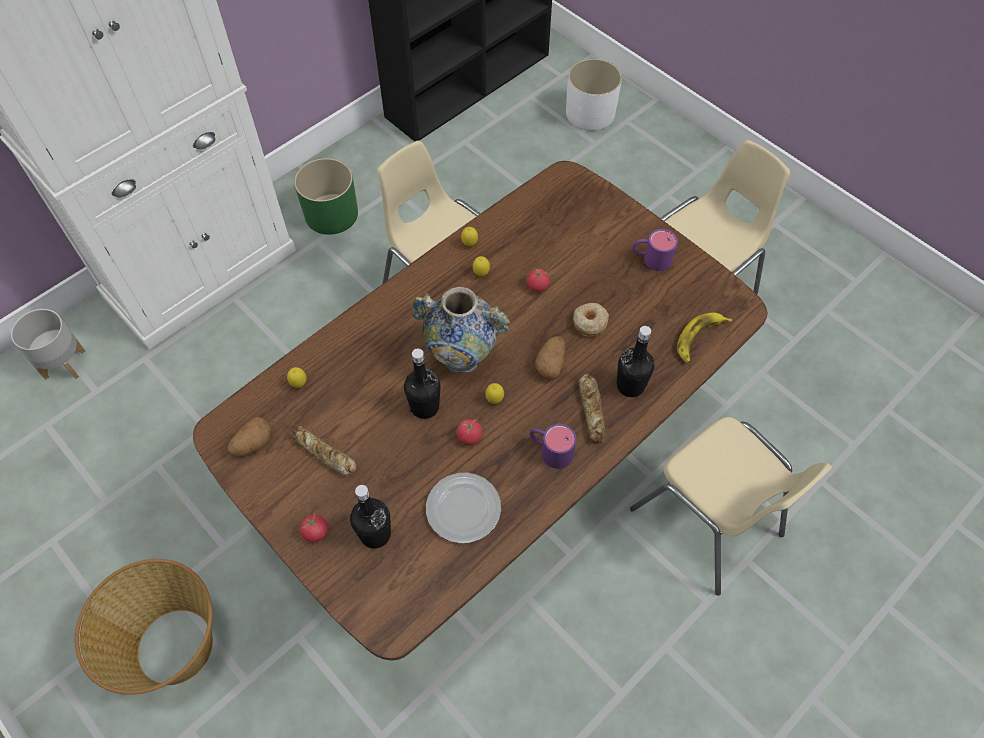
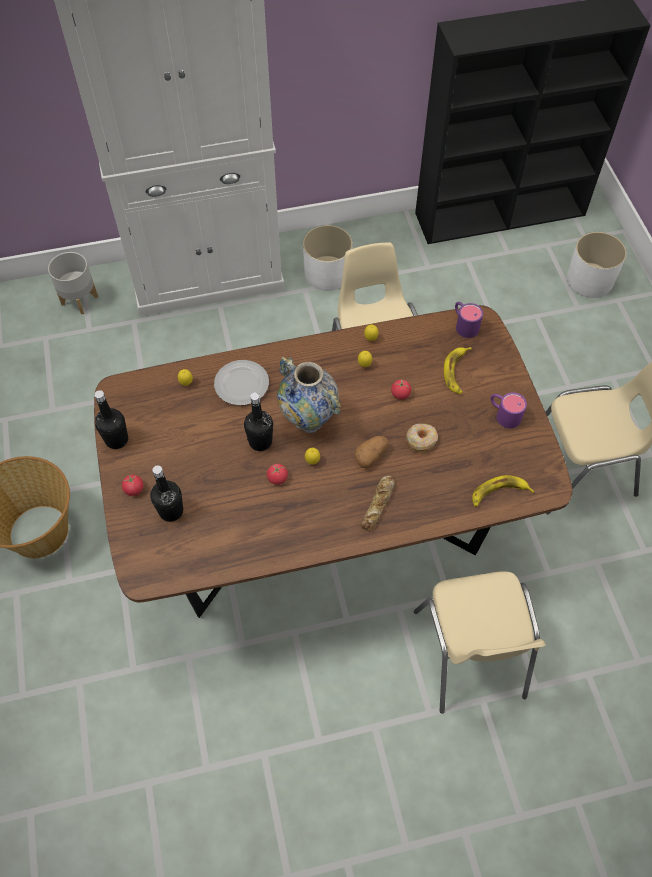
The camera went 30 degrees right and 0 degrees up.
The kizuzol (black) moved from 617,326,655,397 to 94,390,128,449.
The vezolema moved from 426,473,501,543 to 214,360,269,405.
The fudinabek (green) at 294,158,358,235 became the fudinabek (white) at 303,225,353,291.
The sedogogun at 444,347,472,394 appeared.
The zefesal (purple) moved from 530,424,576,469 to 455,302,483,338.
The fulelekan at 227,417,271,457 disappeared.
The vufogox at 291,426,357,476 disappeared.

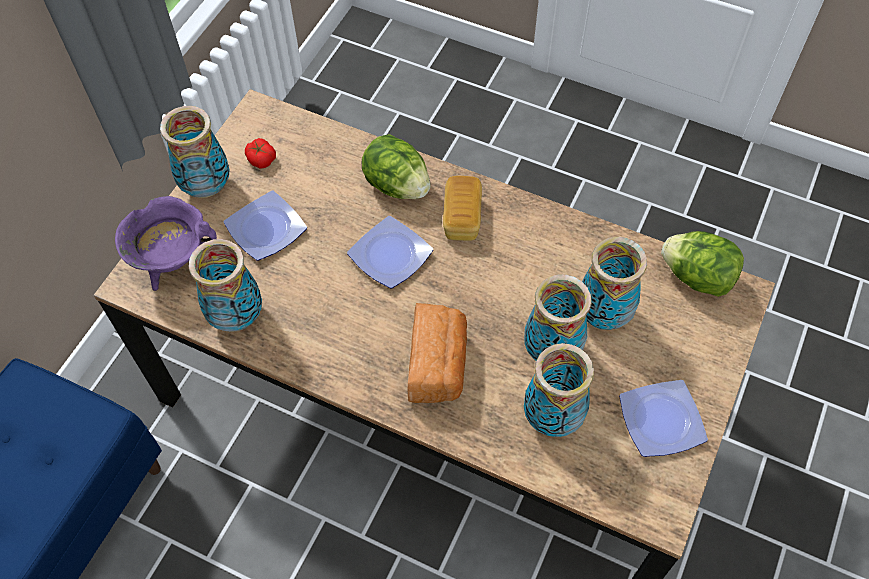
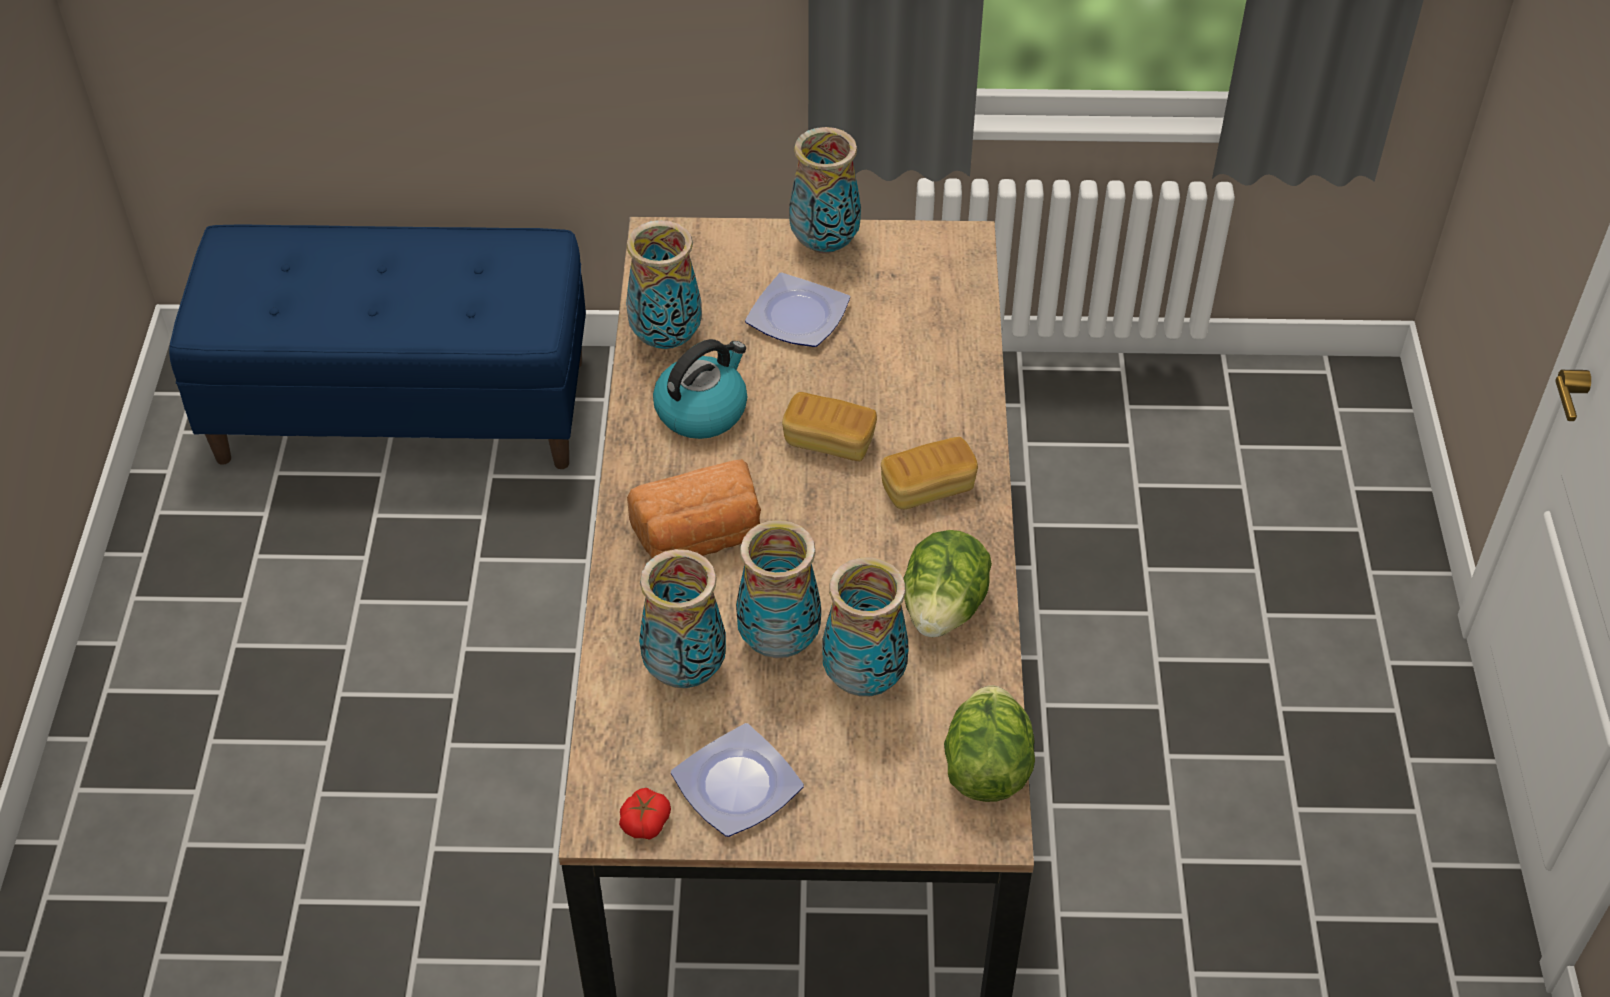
The camera went 65 degrees right and 10 degrees down.
The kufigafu moved from 245,138,276,169 to 619,788,671,839.
The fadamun at 653,339,747,439 appeared.
The vezolema at 347,216,433,288 was replaced by the vufogox at 782,392,877,461.
The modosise moved from 362,134,430,199 to 903,530,992,637.
The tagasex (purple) at 115,196,217,291 disappeared.

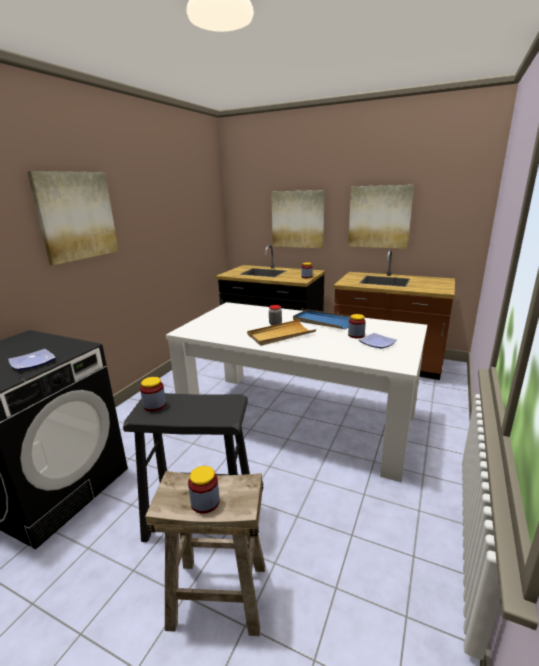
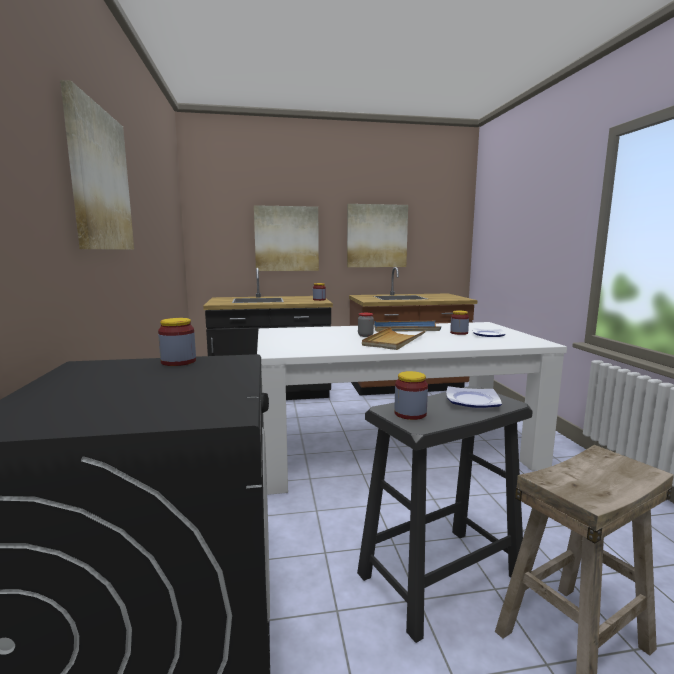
The camera went 35 degrees left and 10 degrees down.
The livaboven moved from 188,466,220,514 to 158,318,196,366.
The vezolema moved from 8,349,56,370 to 446,386,502,408.

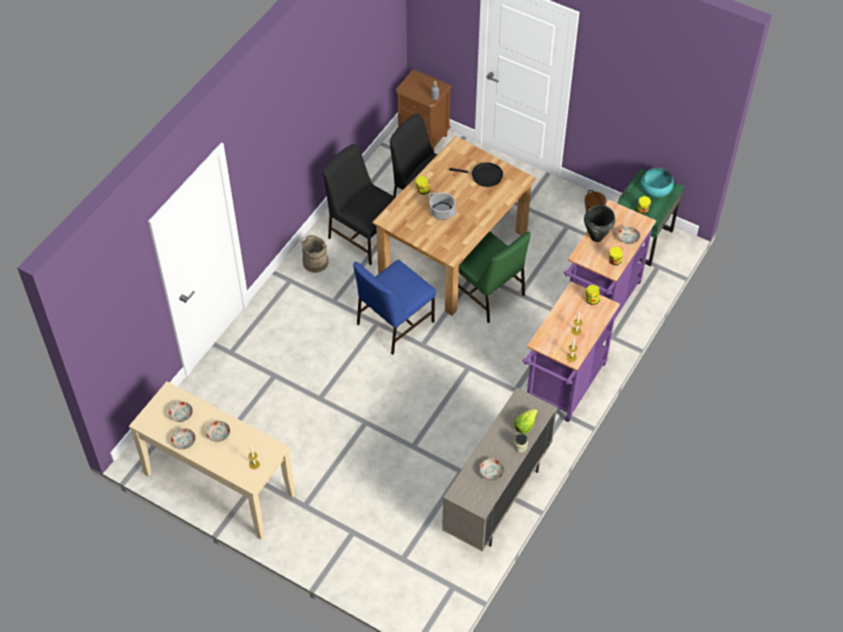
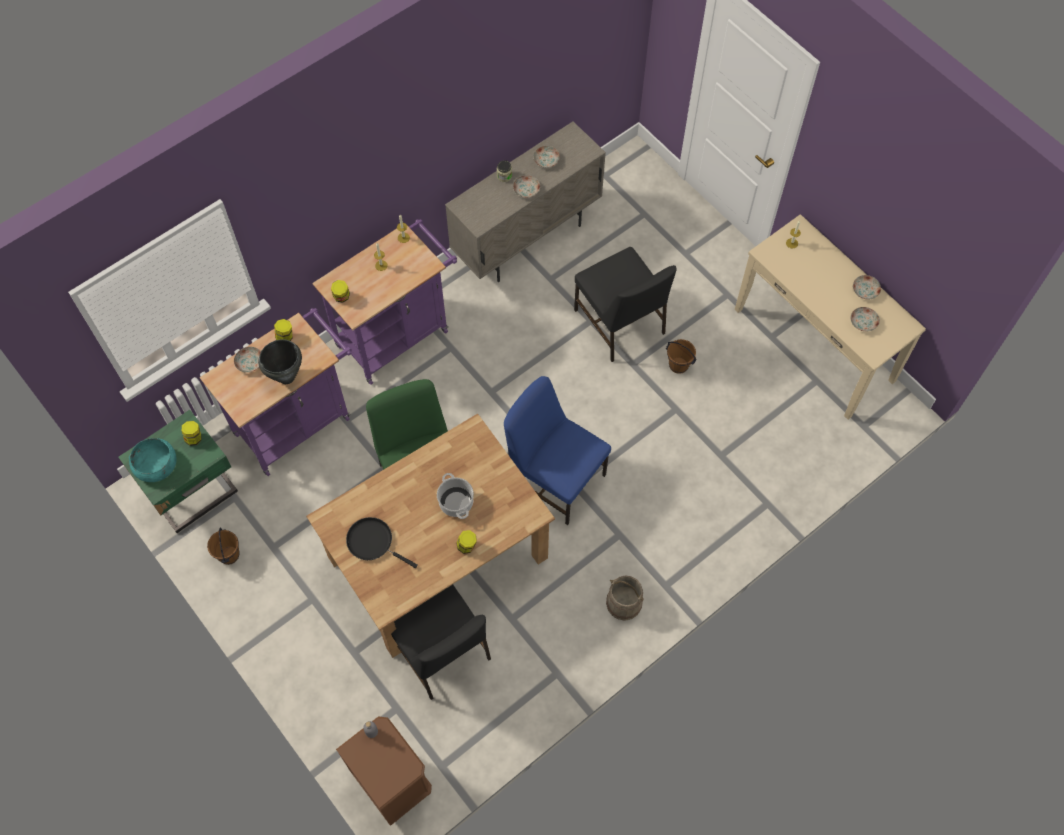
The camera went 160 degrees left and 10 degrees up.
The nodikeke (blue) at 353,260,436,355 turned 120 degrees counterclockwise.
The vezolema moved from 206,421,230,442 to 513,175,540,198.
The nodikeke (black) moved from 323,144,396,265 to 574,247,677,362.
The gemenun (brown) at 666,339,697,374 appeared.
The modosise at 514,409,538,434 disappeared.

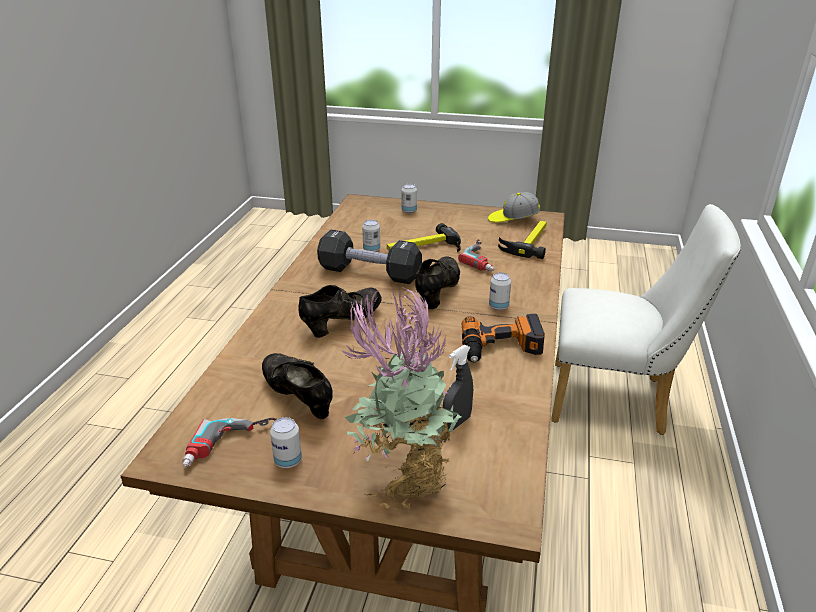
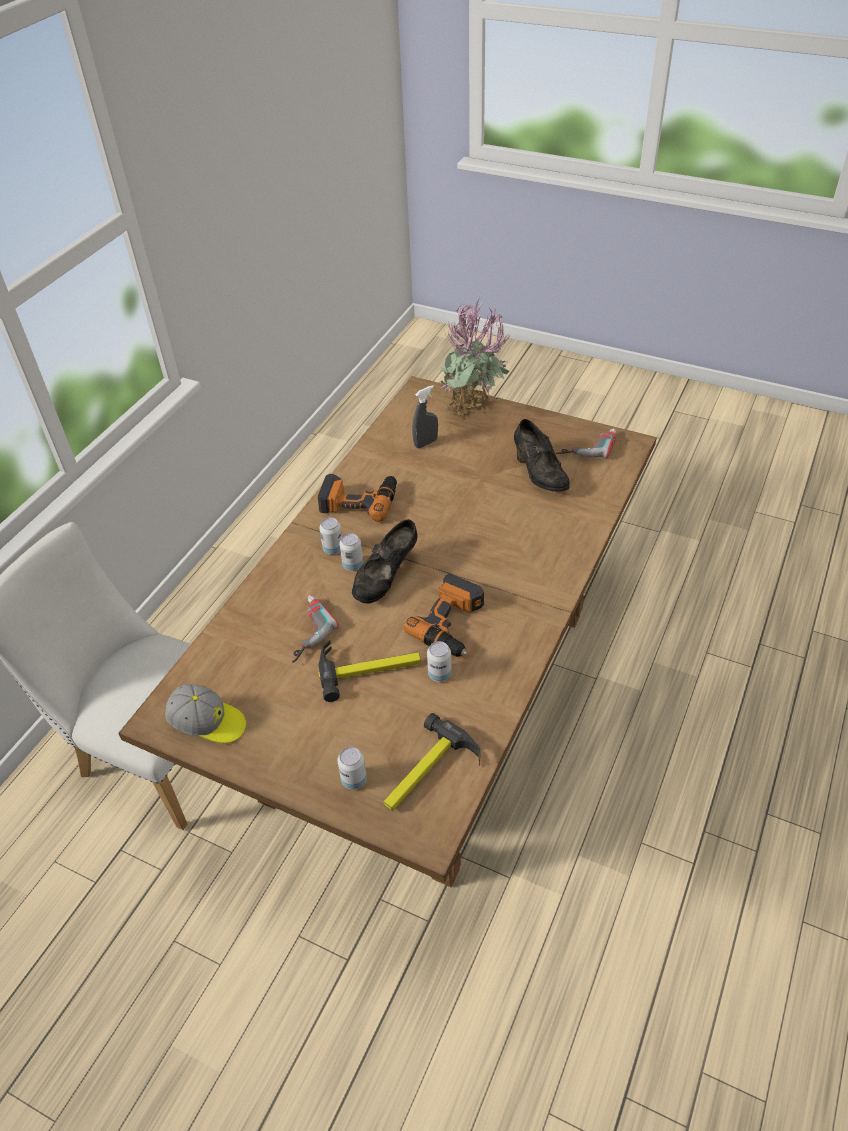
The camera went 165 degrees left and 15 degrees up.
The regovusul moved from 270,417,302,468 to 339,533,363,571.
The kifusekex moved from 498,221,547,259 to 384,713,480,811.
The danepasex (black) at 317,230,422,284 was replaced by the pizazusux at 404,574,484,657.
The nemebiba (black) at 298,285,382,338 disappeared.

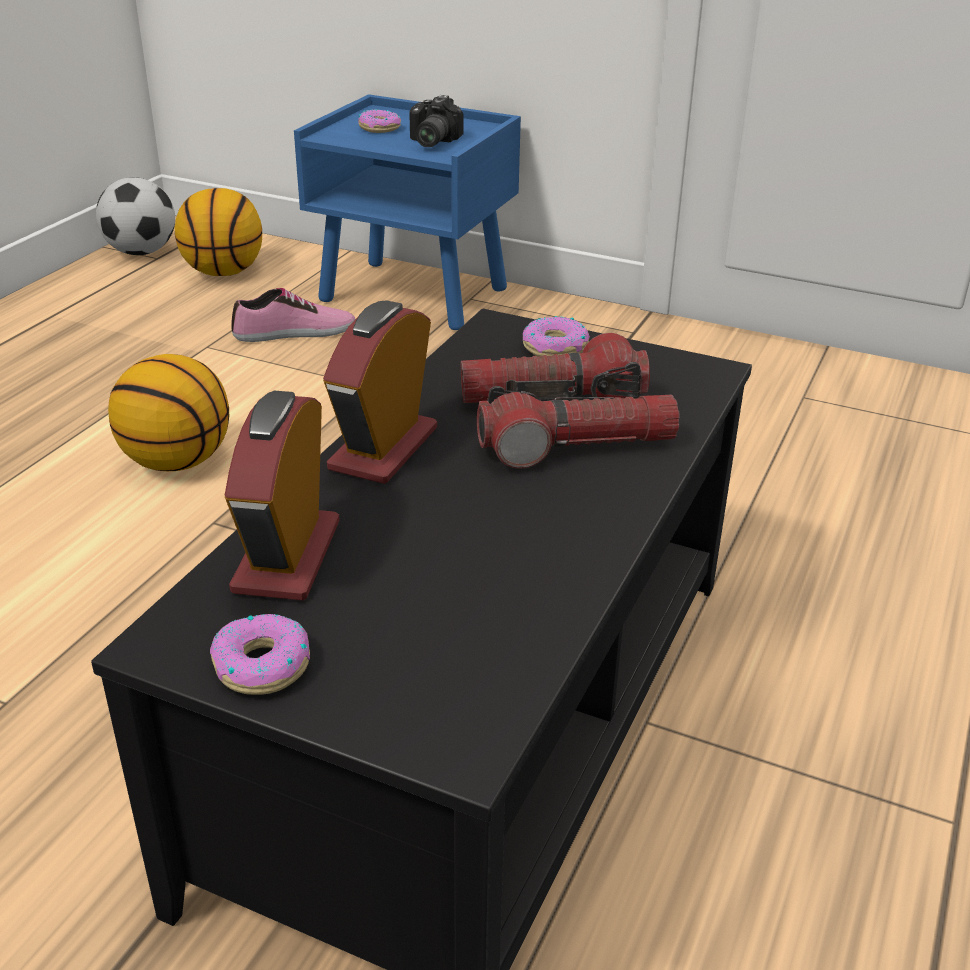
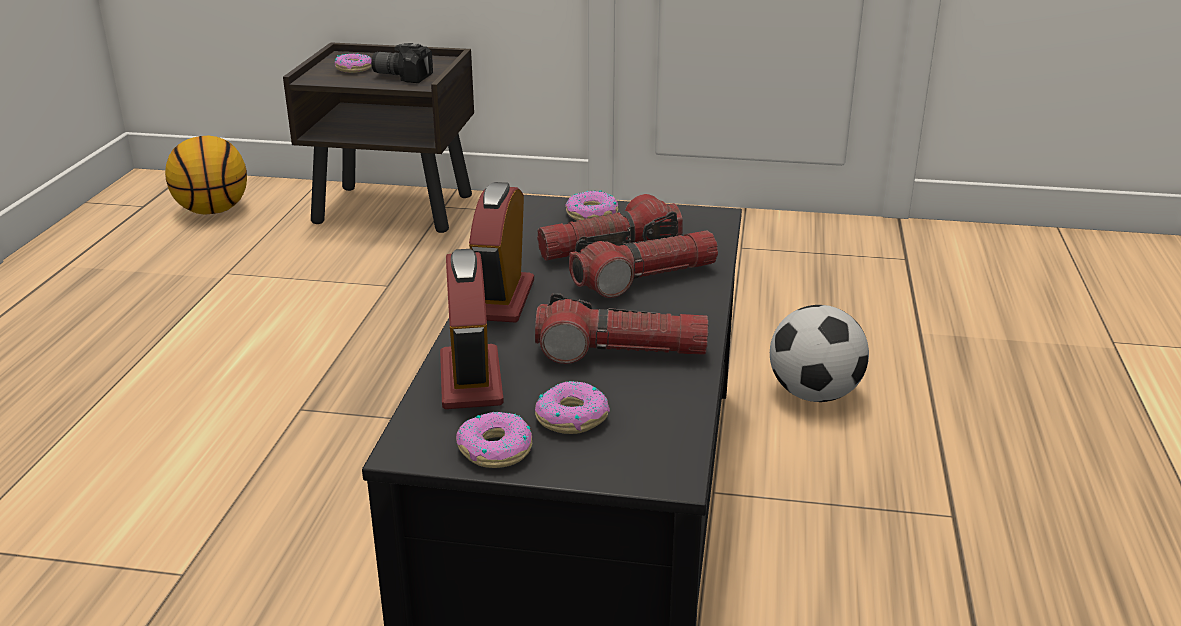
The camera went 15 degrees left and 5 degrees down.
The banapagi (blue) at 294,94,521,330 became the banapagi (brown) at 283,42,474,233.
The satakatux at 409,95,464,147 turned 105 degrees clockwise.
The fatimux at 535,293,708,364 appeared.
The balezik at 535,381,610,434 appeared.
The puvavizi moved from 96,177,175,255 to 770,305,869,402.
The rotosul at 108,354,229,471 disappeared.
The nemebiba at 231,288,355,342 disappeared.

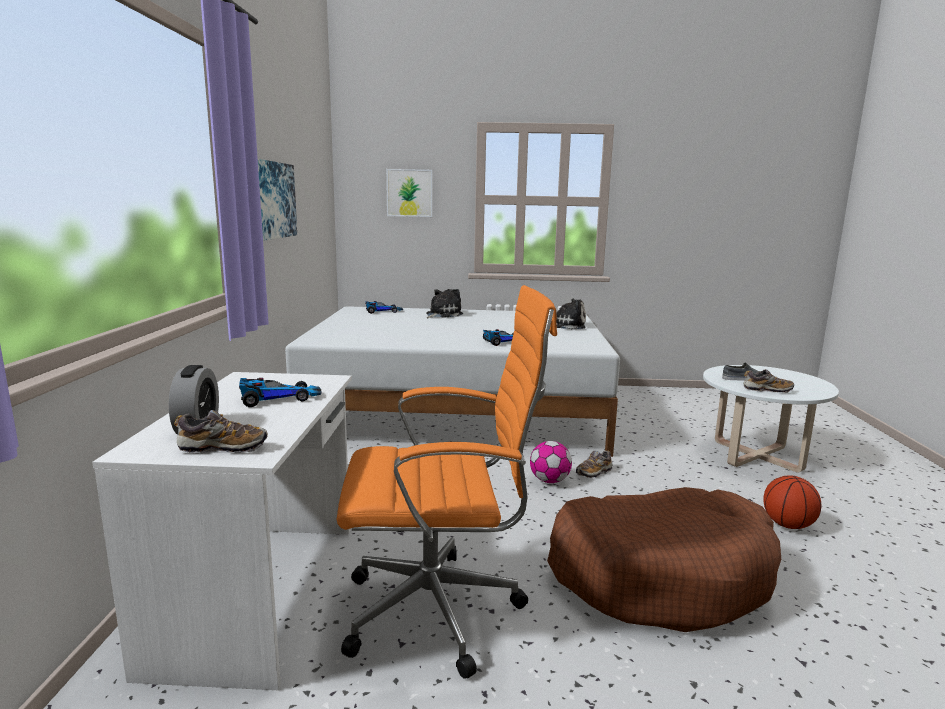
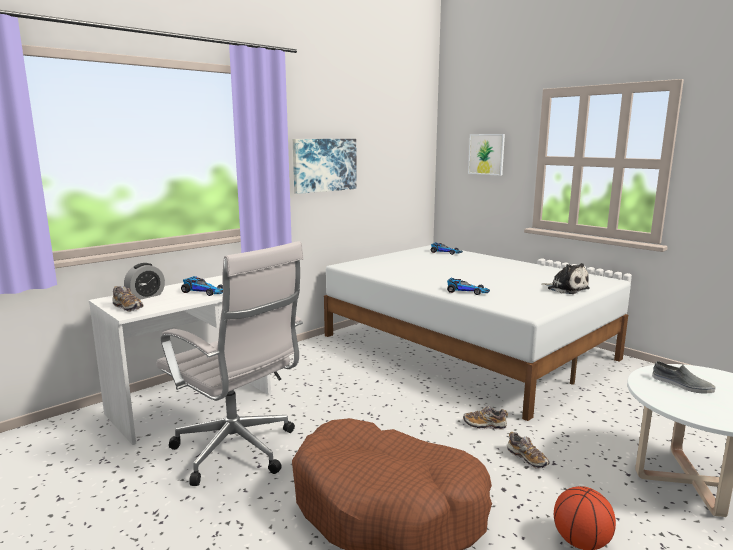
The camera went 45 degrees right and 0 degrees up.
The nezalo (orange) at 337,285,557,679 became the nezalo (white) at 156,241,304,486.
The nemebiba moved from 743,369,794,393 to 507,432,549,469.
The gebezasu at 426,289,463,318 disappeared.
The puvavizi at 530,441,572,483 disappeared.

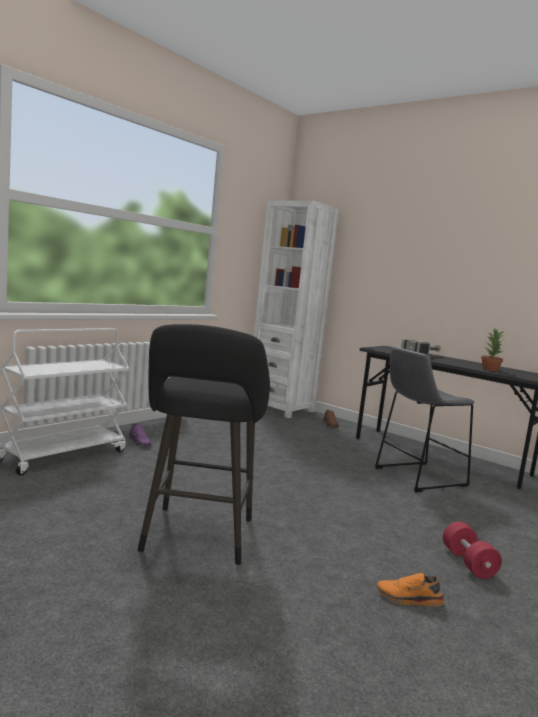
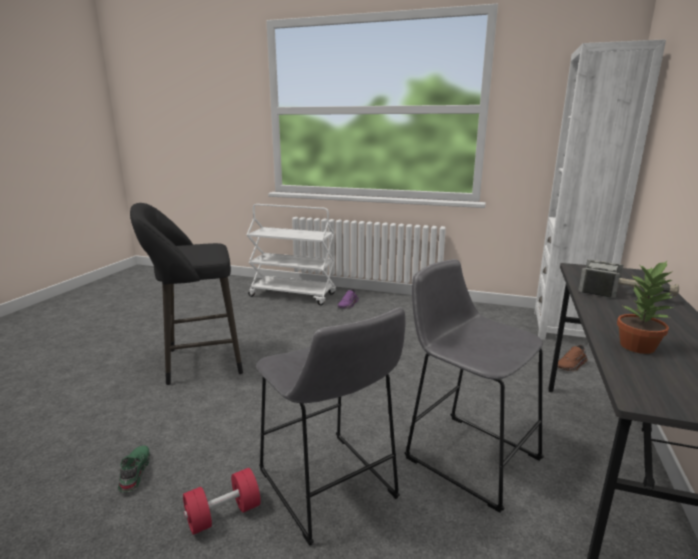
The camera went 70 degrees right and 10 degrees up.
The nemebiba (orange) at 377,573,445,607 became the nemebiba (green) at 118,445,150,492.
The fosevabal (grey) at 256,307,406,546 appeared.

